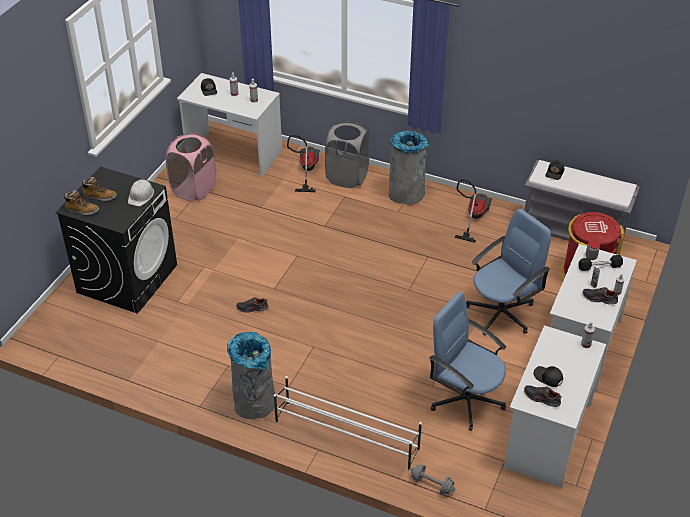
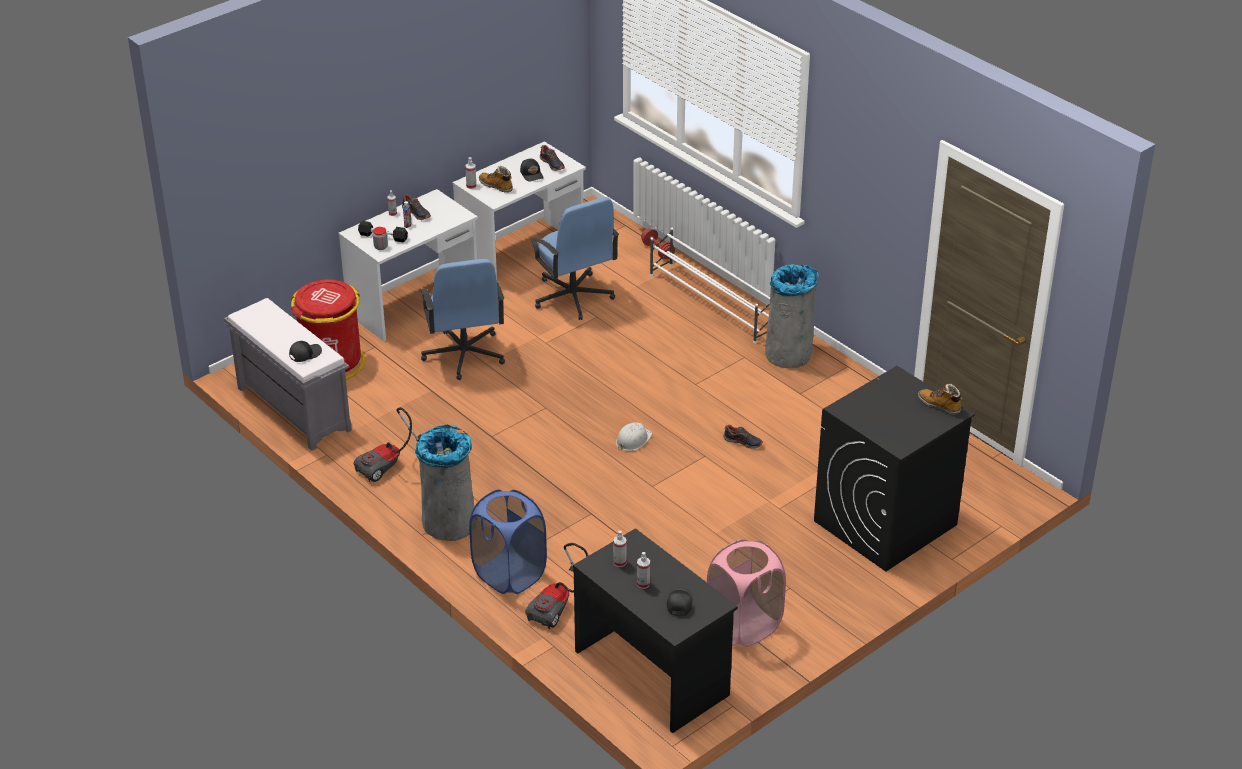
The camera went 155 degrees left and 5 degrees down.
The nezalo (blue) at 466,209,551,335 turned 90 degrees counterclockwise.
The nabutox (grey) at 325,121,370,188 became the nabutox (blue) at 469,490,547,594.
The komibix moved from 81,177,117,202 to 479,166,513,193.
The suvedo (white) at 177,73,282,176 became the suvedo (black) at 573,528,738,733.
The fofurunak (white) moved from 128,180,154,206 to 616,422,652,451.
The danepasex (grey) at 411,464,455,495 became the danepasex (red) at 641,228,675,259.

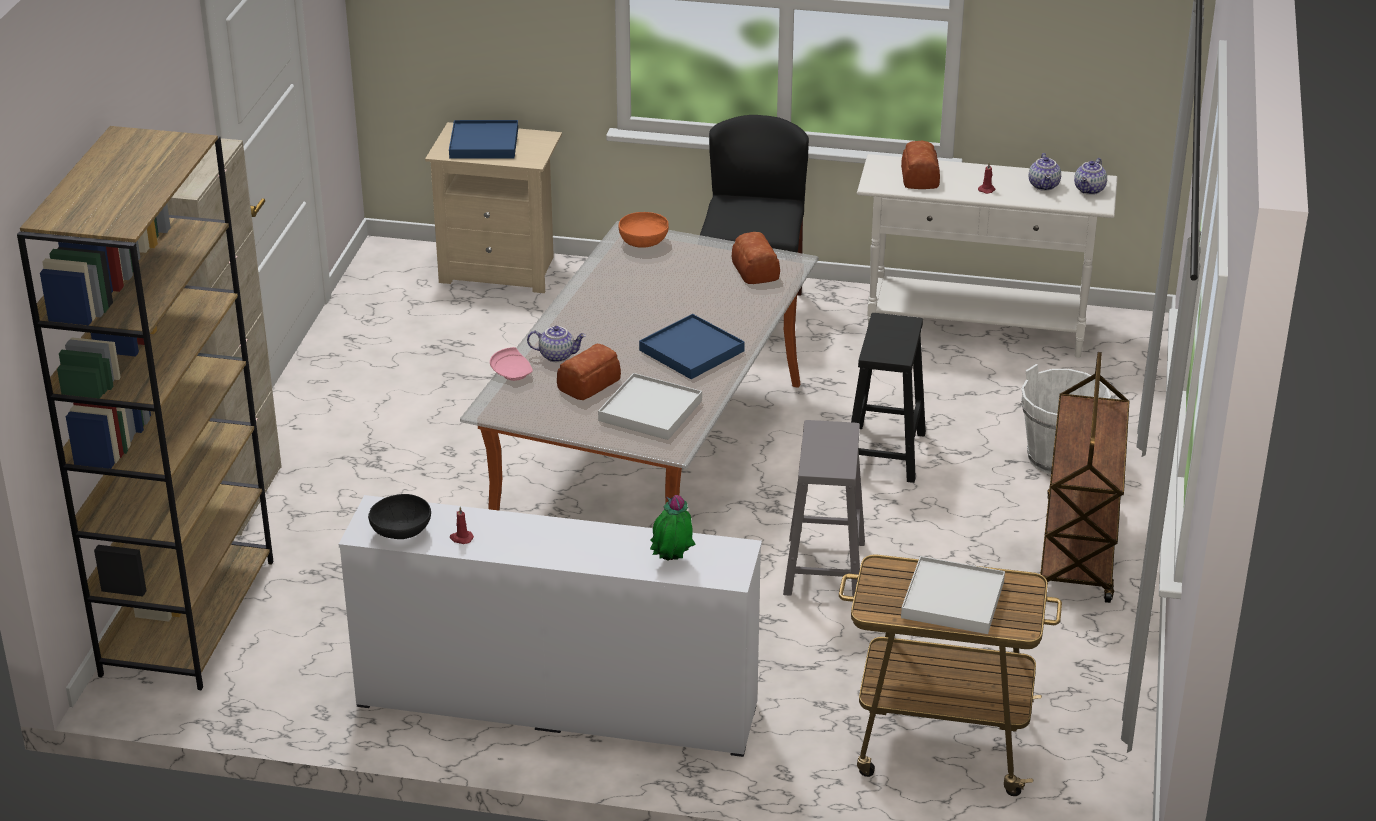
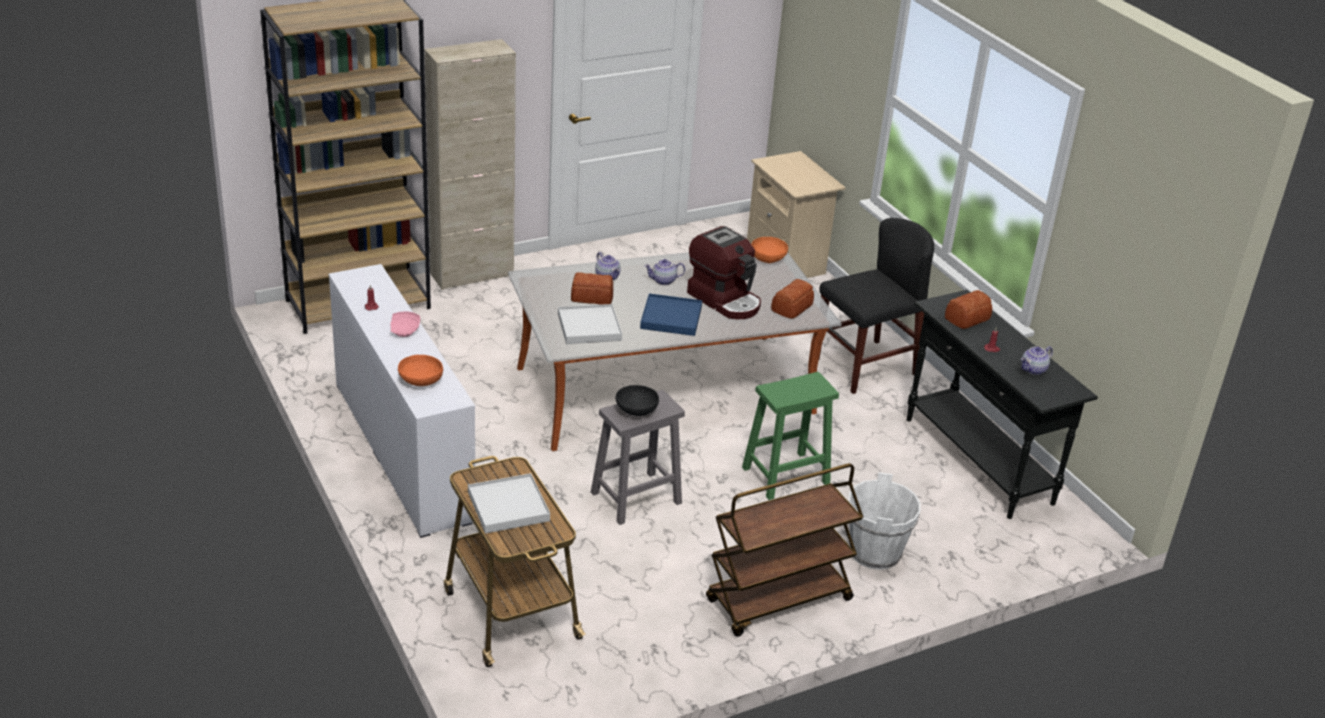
The camera went 50 degrees right and 0 degrees up.
The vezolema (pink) moved from 490,347,533,381 to 390,312,420,337.
The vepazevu at 650,495,696,561 was replaced by the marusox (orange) at 398,355,443,386.
The marusox (black) moved from 368,494,431,539 to 615,385,659,416.
The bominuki moved from 1074,158,1107,195 to 644,259,685,285.
The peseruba at 687,226,761,319 appeared.
The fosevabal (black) at 851,313,926,483 became the fosevabal (green) at 742,372,839,500.
The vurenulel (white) at 857,154,1118,358 became the vurenulel (black) at 907,290,1098,519.
The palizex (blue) at 449,120,518,159 disappeared.

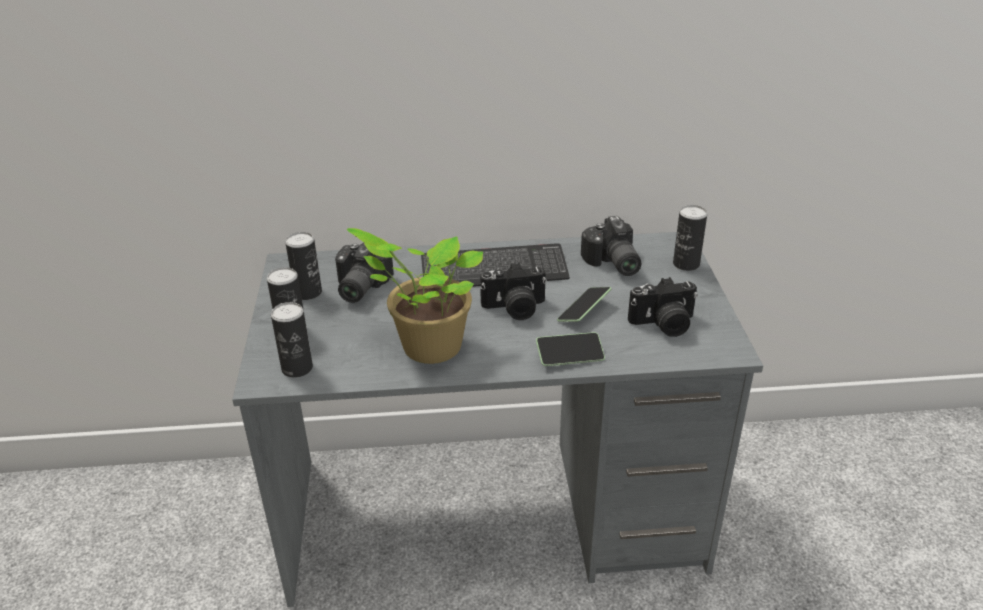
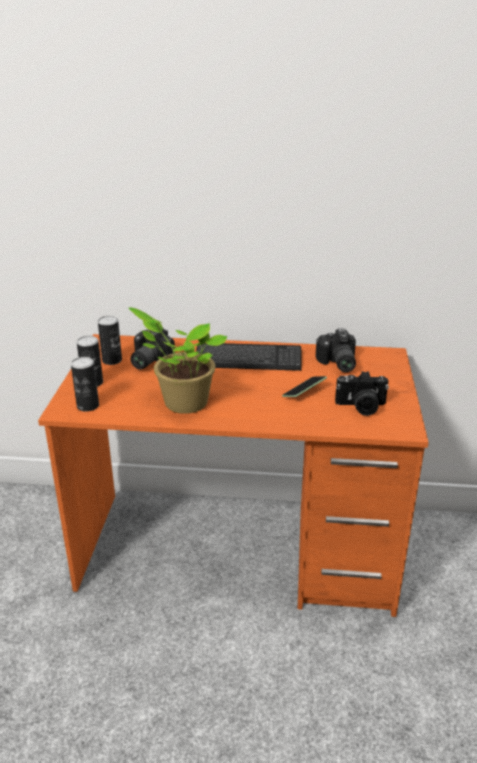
The camera went 10 degrees right and 5 degrees down.
The suvedo (grey) at 232,232,763,607 became the suvedo (orange) at 38,334,429,617.
The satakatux at 480,263,547,320 disappeared.
The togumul at 536,332,605,366 disappeared.
The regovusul at 673,205,707,271 disappeared.

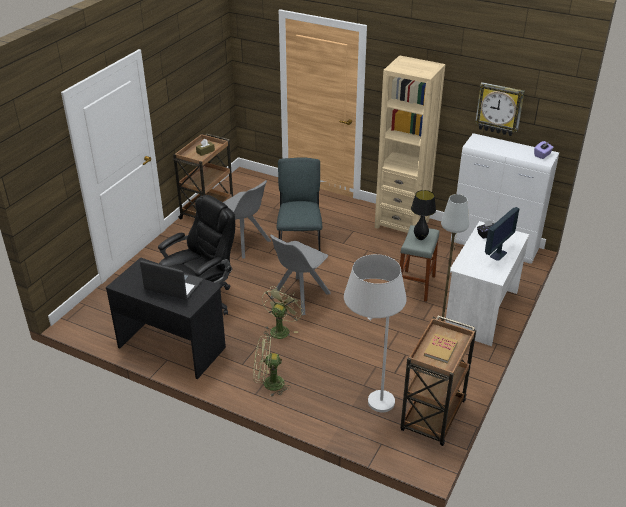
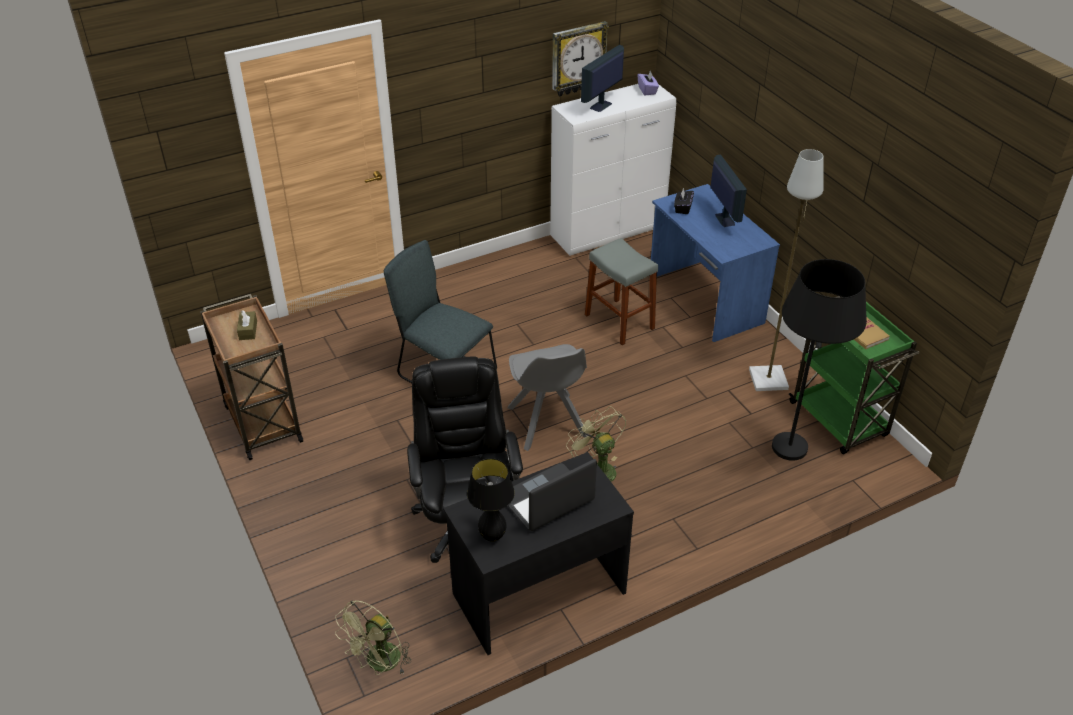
The camera went 55 degrees left and 5 degrees up.
The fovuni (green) moved from 253,336,291,397 to 335,600,411,676.
The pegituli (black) moved from 411,190,436,240 to 467,458,515,542.
The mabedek at 581,45,624,112 appeared.
The suvedo (white) at 445,221,529,346 became the suvedo (blue) at 649,184,780,342.
The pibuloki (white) at 344,254,407,412 became the pibuloki (black) at 772,259,867,461.
The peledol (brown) at 400,316,476,446 became the peledol (green) at 789,296,919,454.
The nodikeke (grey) at 223,180,271,259 disappeared.
The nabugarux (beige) at 375,55,445,233 disappeared.

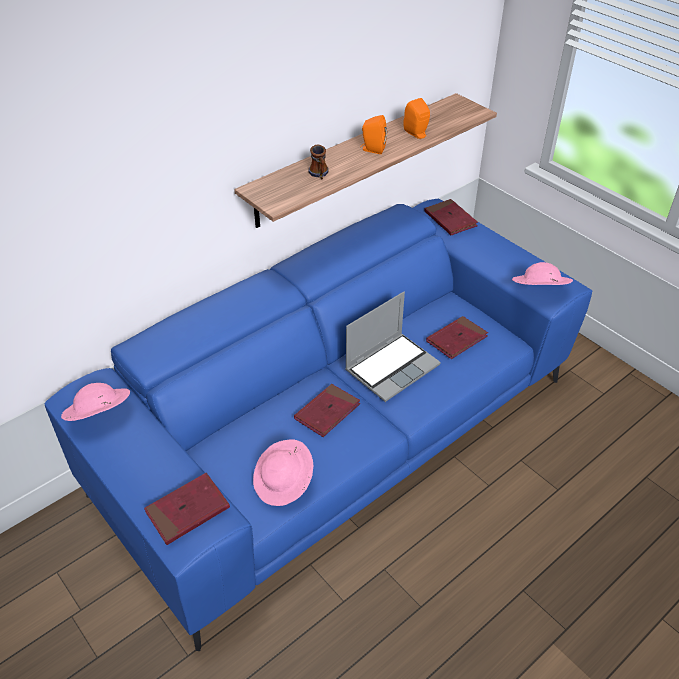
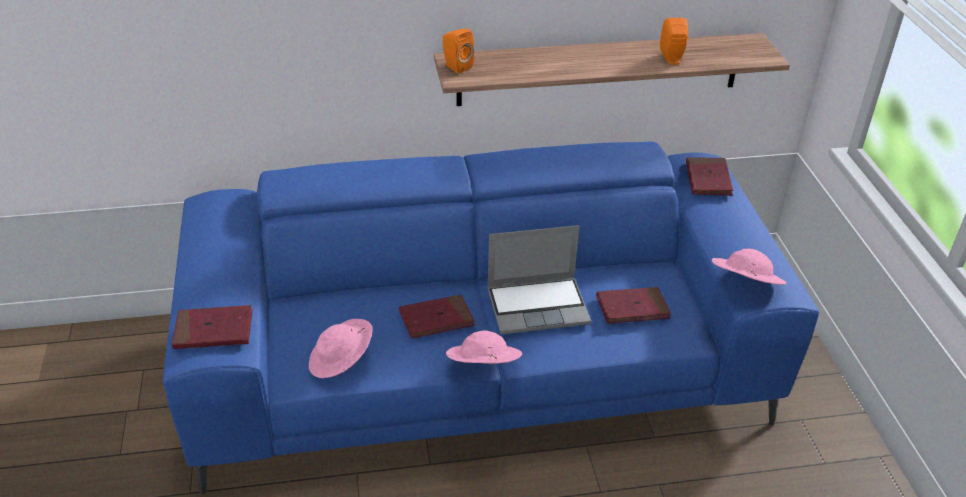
The camera went 30 degrees right and 5 degrees down.
The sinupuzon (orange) moved from 360,115,387,154 to 443,29,474,74.
The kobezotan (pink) moved from 61,383,130,421 to 446,331,522,364.
The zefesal at 308,145,329,180 disappeared.

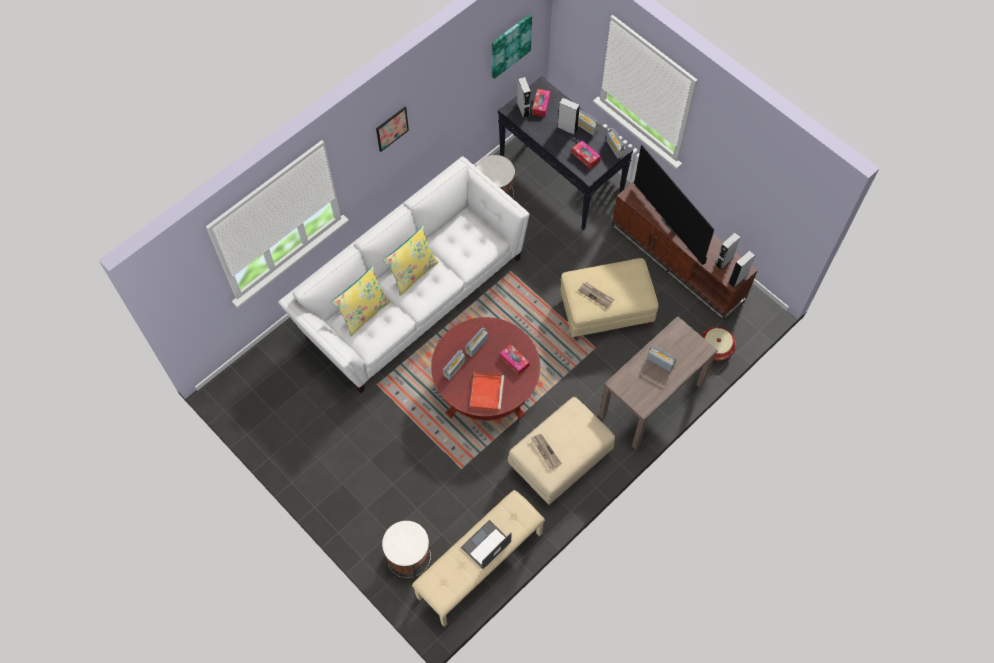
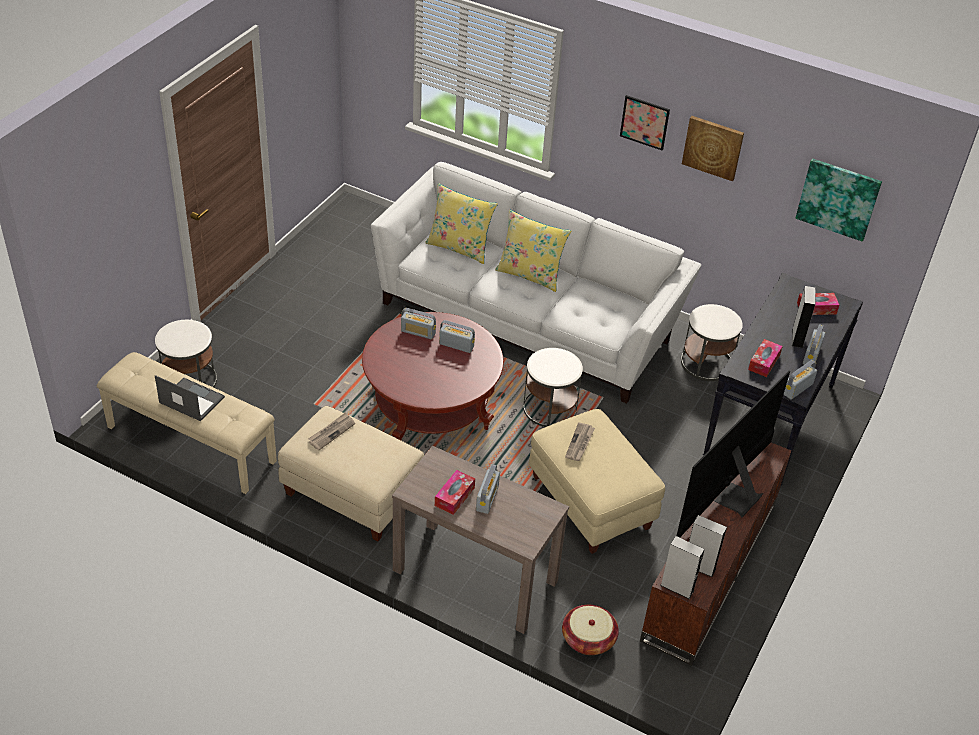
The camera went 70 degrees right and 20 degrees down.
The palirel moved from 500,344,530,375 to 435,470,475,515.
The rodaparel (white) at 523,348,583,427 appeared.
The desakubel at 682,116,744,181 appeared.
The palizex (red) at 470,372,504,411 disappeared.
The sinupuzon (grey) at 517,77,531,118 disappeared.

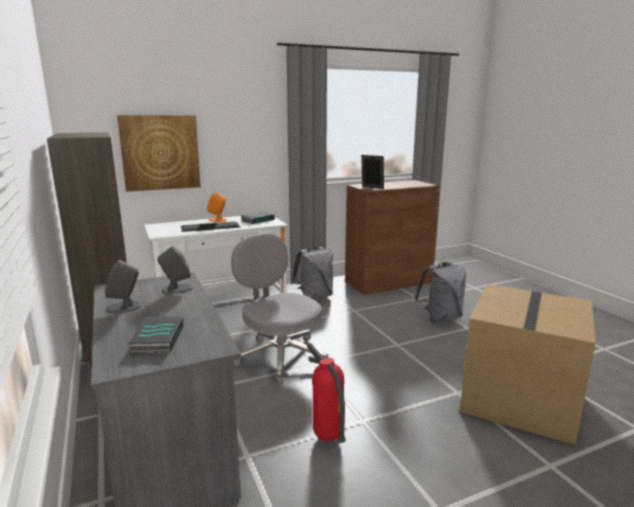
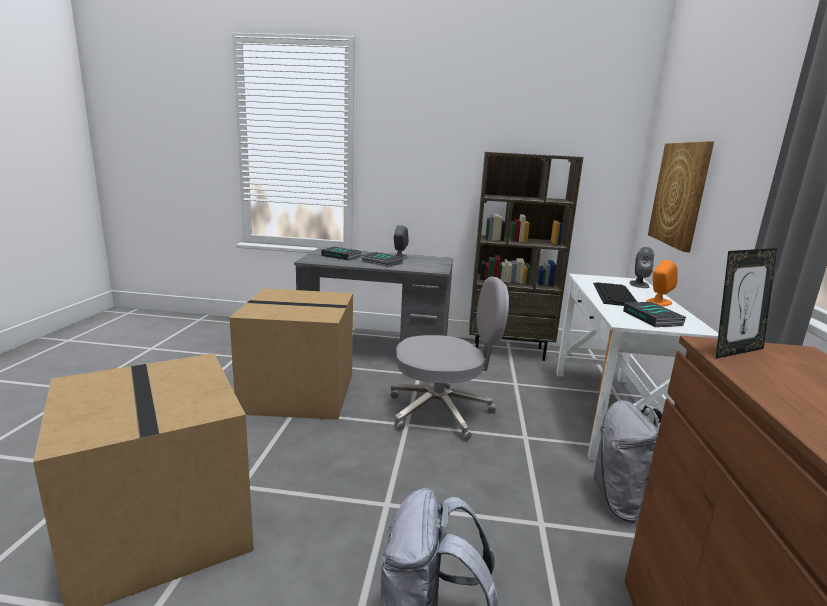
The camera went 120 degrees right and 0 degrees up.
The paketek at 307,343,346,443 was replaced by the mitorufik at 229,288,353,420.
The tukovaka at 362,252,403,267 appeared.
The sinupuzon (grey) moved from 158,246,193,294 to 629,247,654,288.

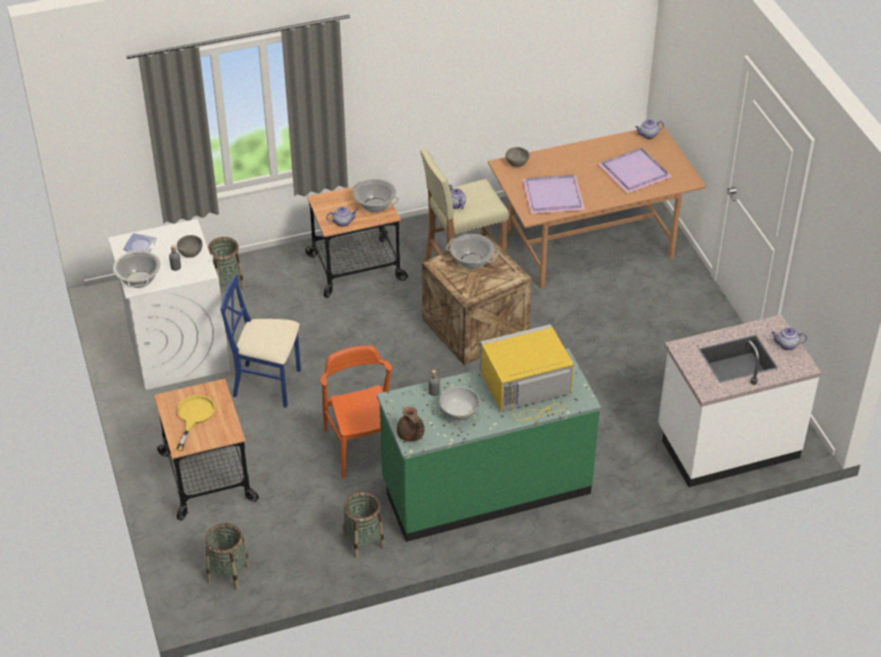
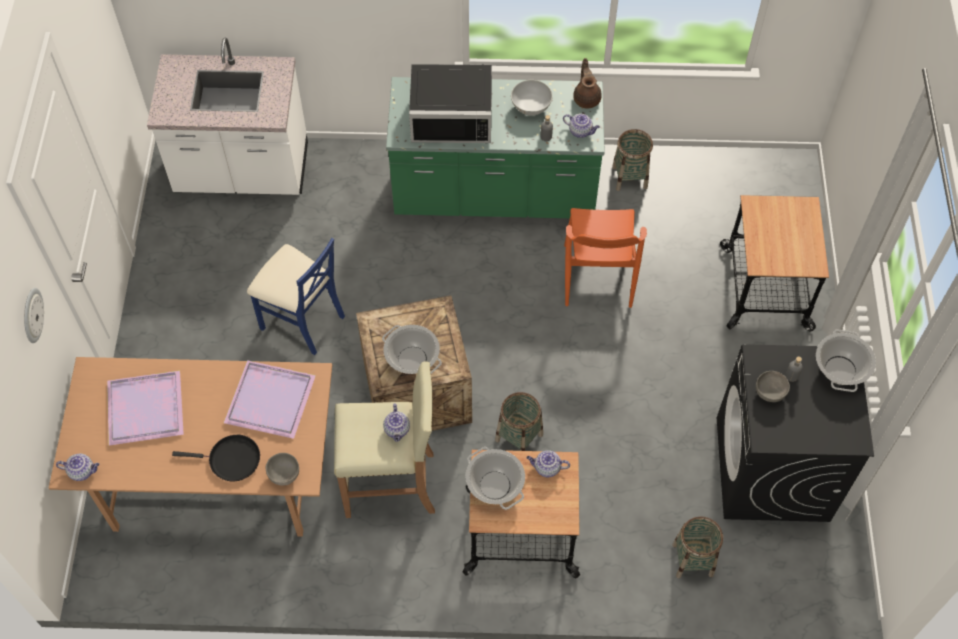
The camera went 160 degrees left and 15 degrees up.
The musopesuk at 24,288,44,343 appeared.
The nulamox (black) at 172,435,260,481 appeared.
The nodikeke (blue) moved from 220,275,301,408 to 247,238,345,355.
The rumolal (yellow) at 480,324,574,421 became the rumolal (black) at 409,64,492,143.
The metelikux moved from 205,523,250,590 to 495,392,543,451.
The bominuki moved from 771,327,807,350 to 563,114,600,138.
The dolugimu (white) at 108,219,230,390 became the dolugimu (black) at 717,344,874,522.
The vezolema at 123,233,156,252 disappeared.
The nulamox (yellow) at 176,395,215,451 disappeared.

